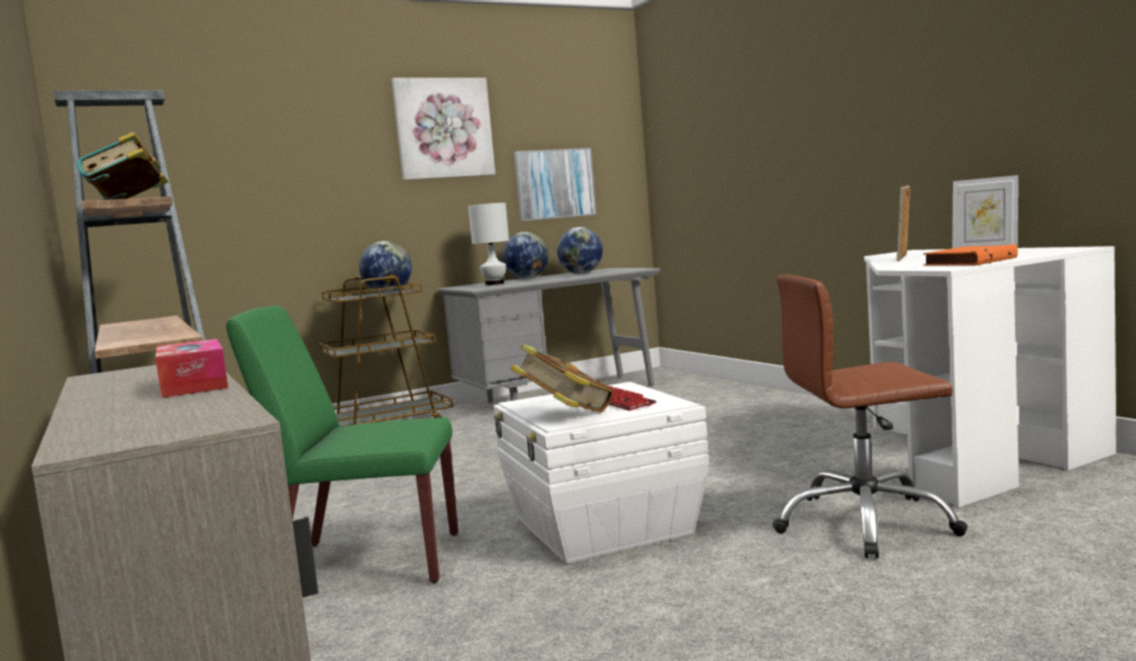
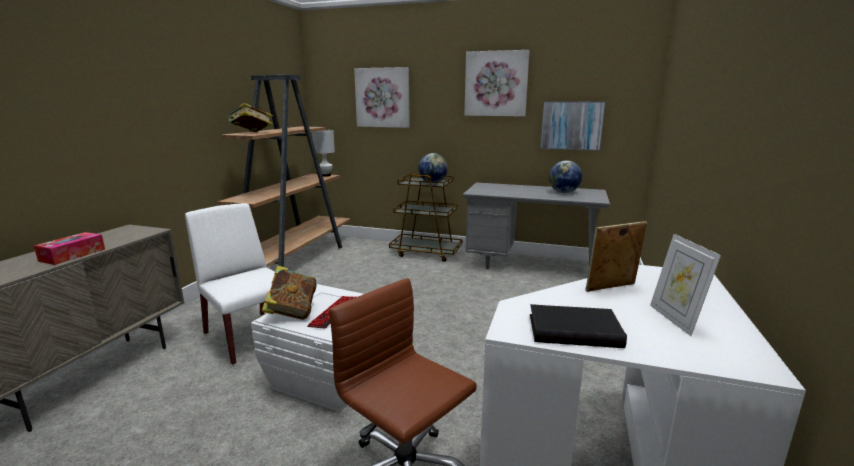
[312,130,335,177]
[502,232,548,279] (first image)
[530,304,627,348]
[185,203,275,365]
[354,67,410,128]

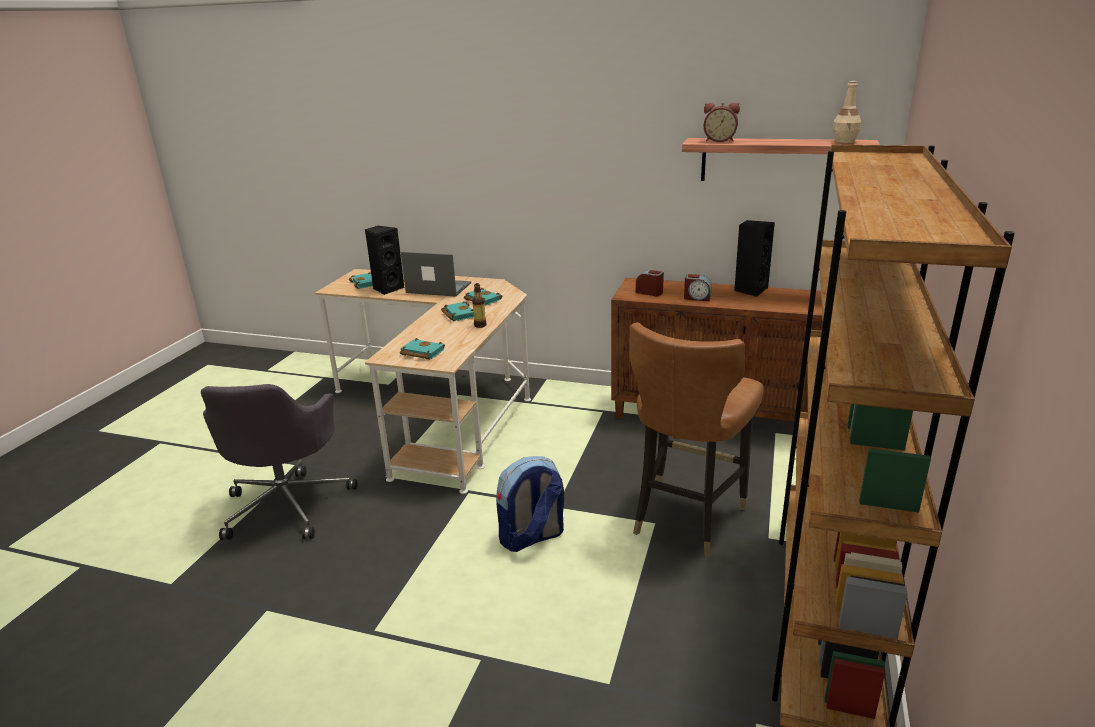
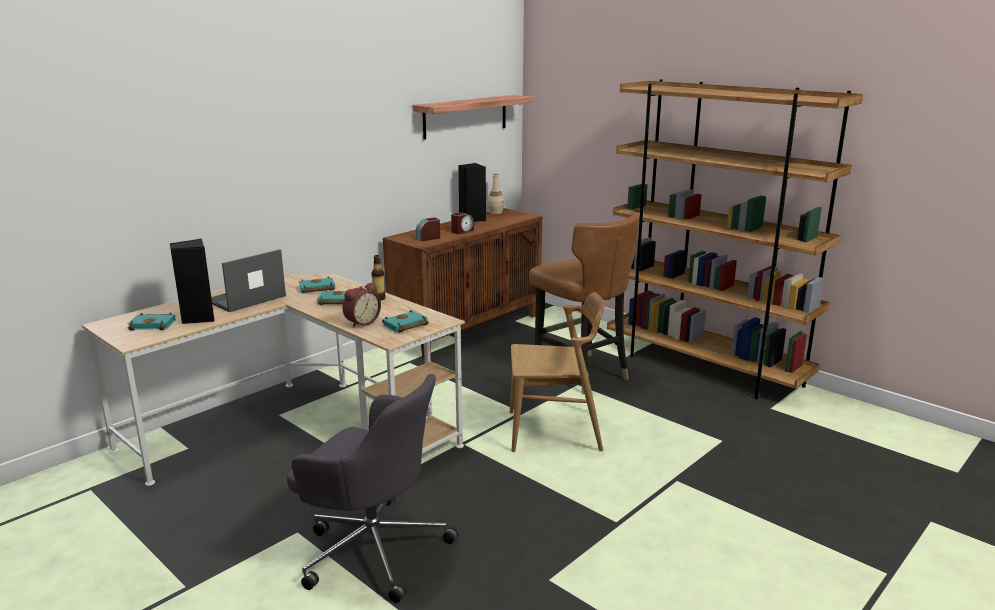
[487,173,505,214]
[342,282,381,328]
[510,292,604,452]

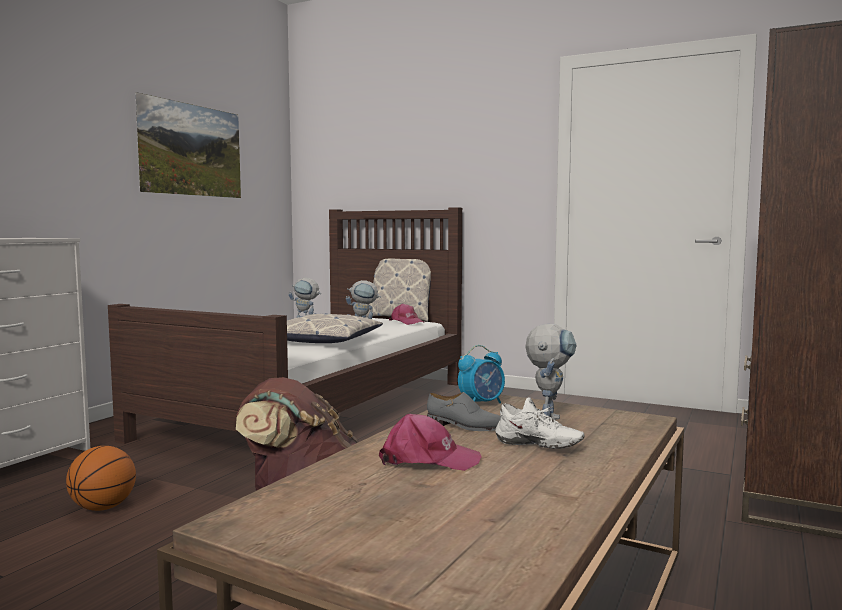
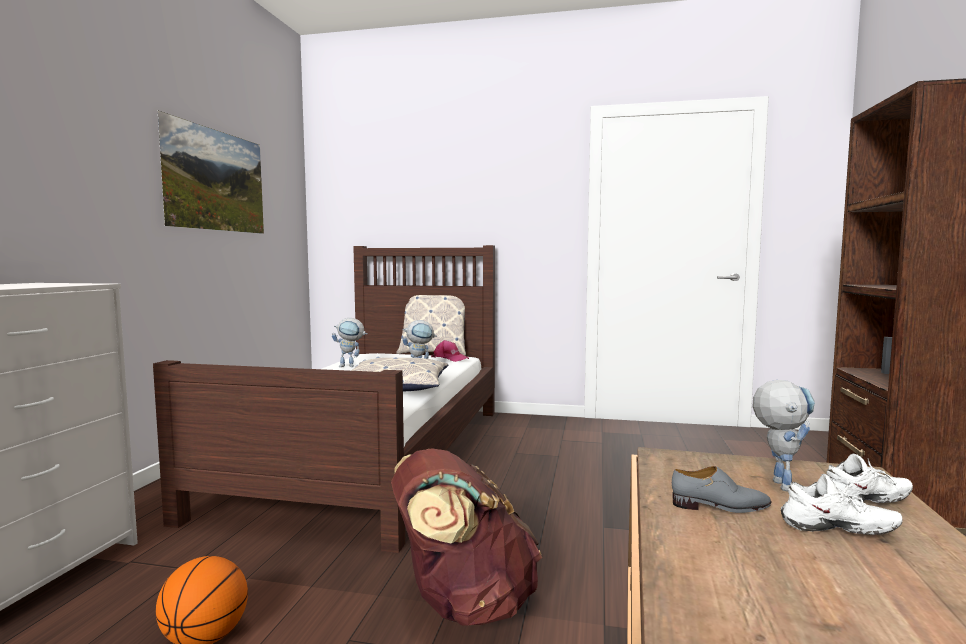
[458,345,505,403] (first image)
[379,414,482,471] (first image)
[827,454,913,503]

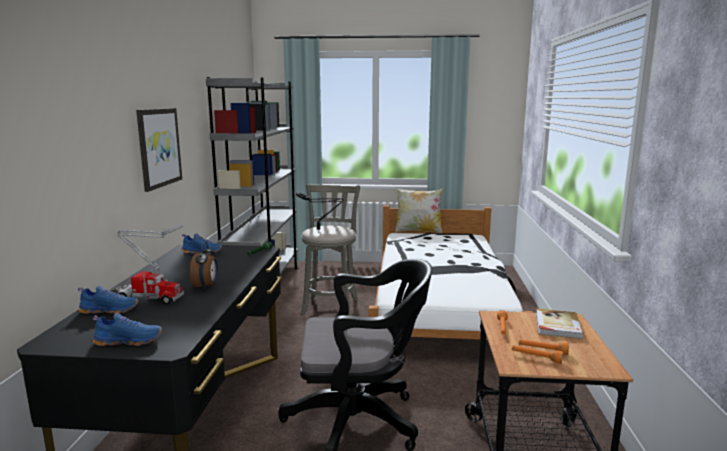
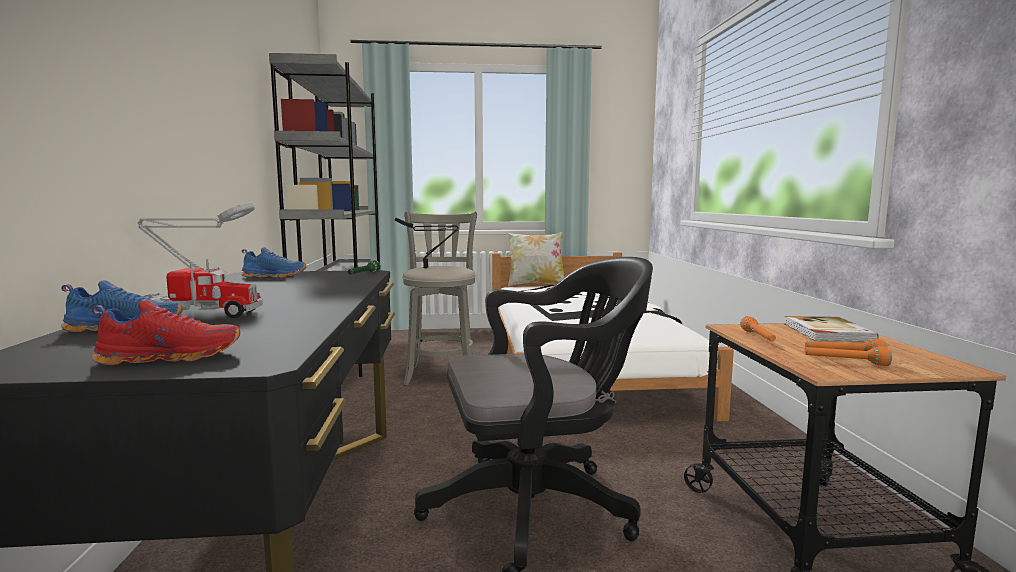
[136,108,182,192] (first image)
[190,242,218,290] (first image)
[92,300,240,365]

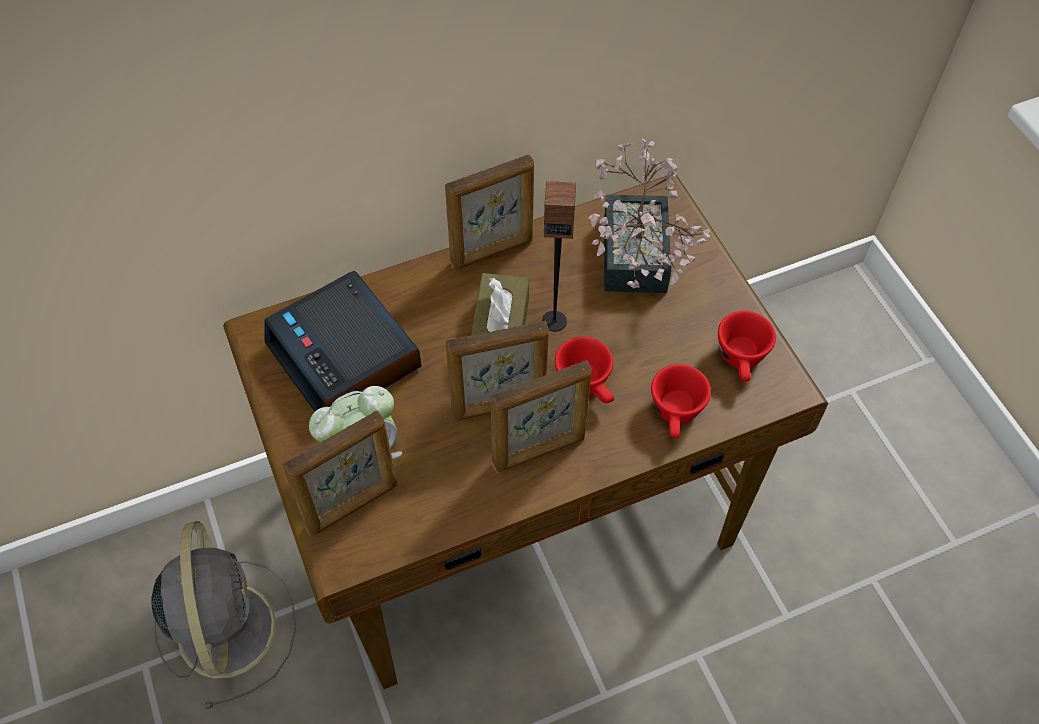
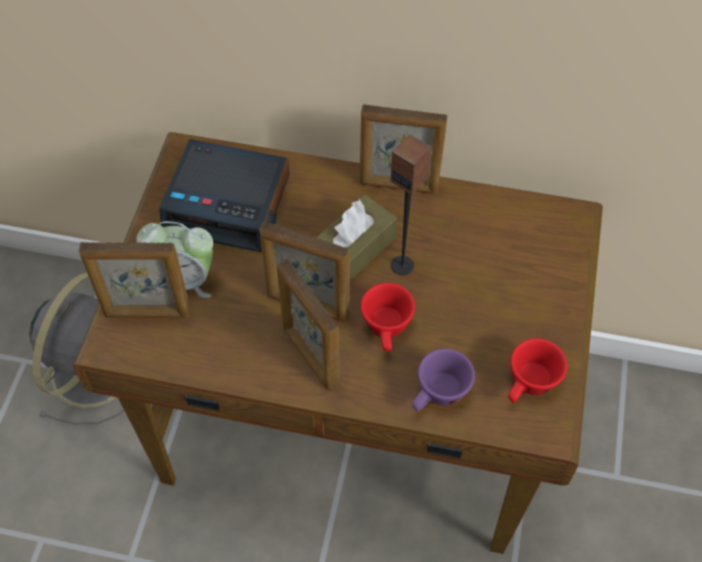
[588,138,710,293] (first image)
[159,139,289,253]
[277,259,340,391]
[412,349,475,411]

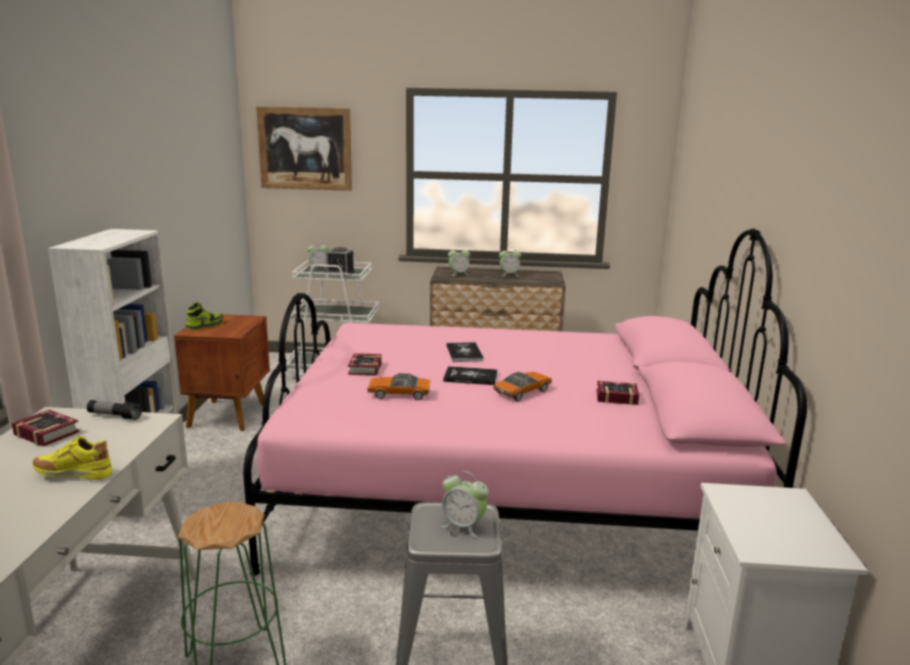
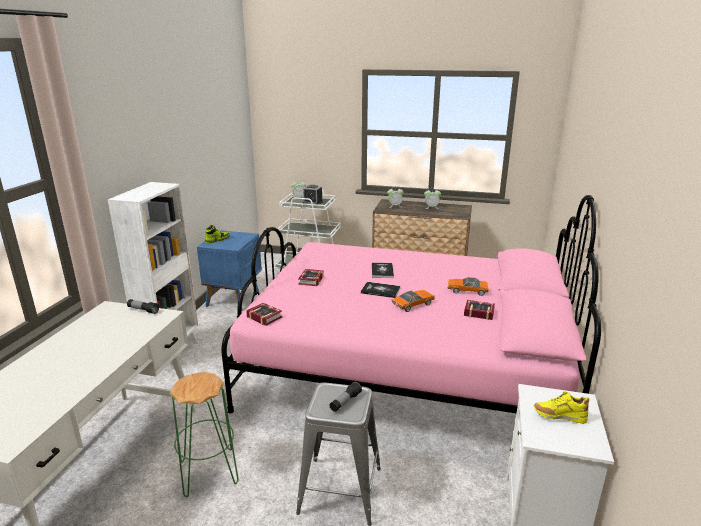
[256,106,352,191] (first image)
[197,230,262,307]
[448,277,489,296]
[246,303,282,326]
[534,391,589,424]
[329,382,362,412]

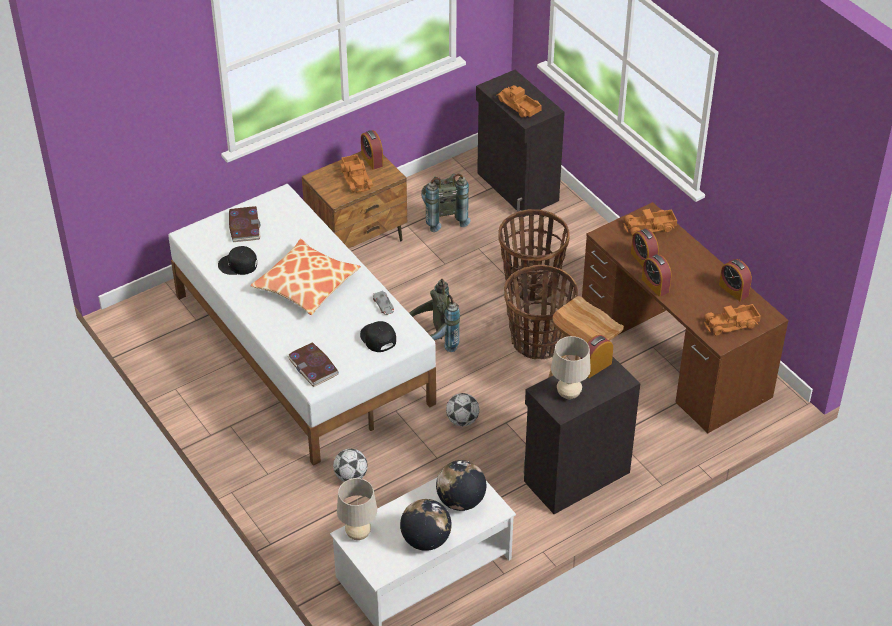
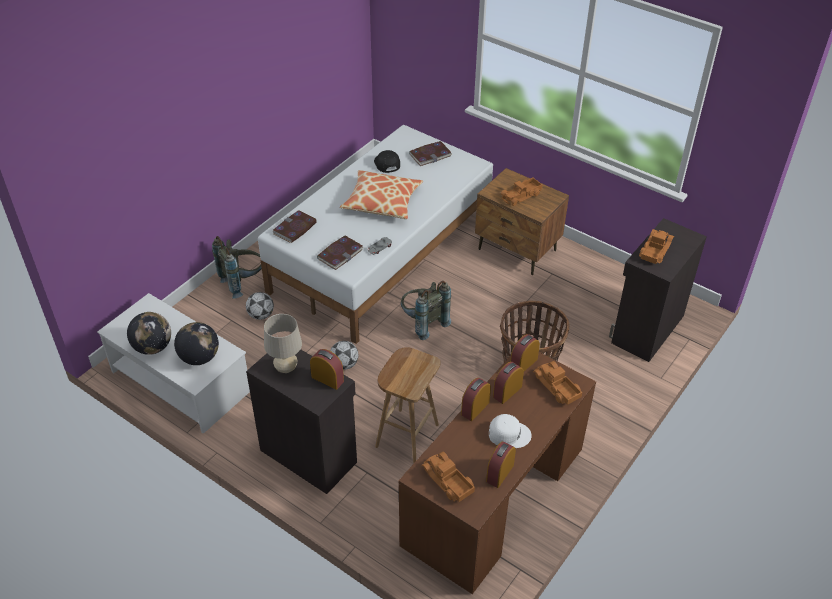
[510,334,540,371]
[212,236,262,299]
[504,265,578,359] (first image)
[317,236,363,270]
[337,478,377,540] (first image)
[489,414,532,448]

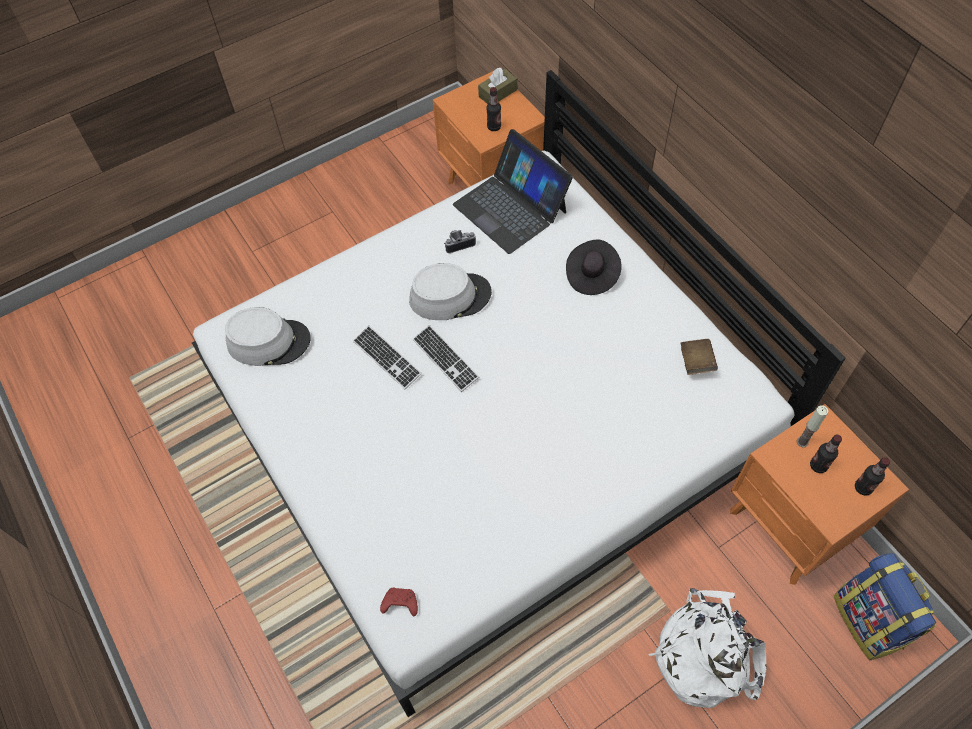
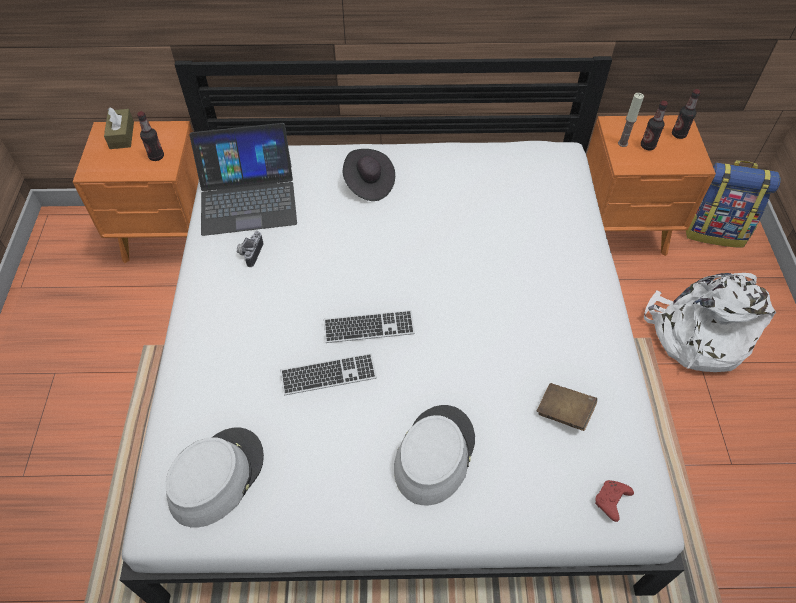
[394,405,475,506]
[537,383,597,431]

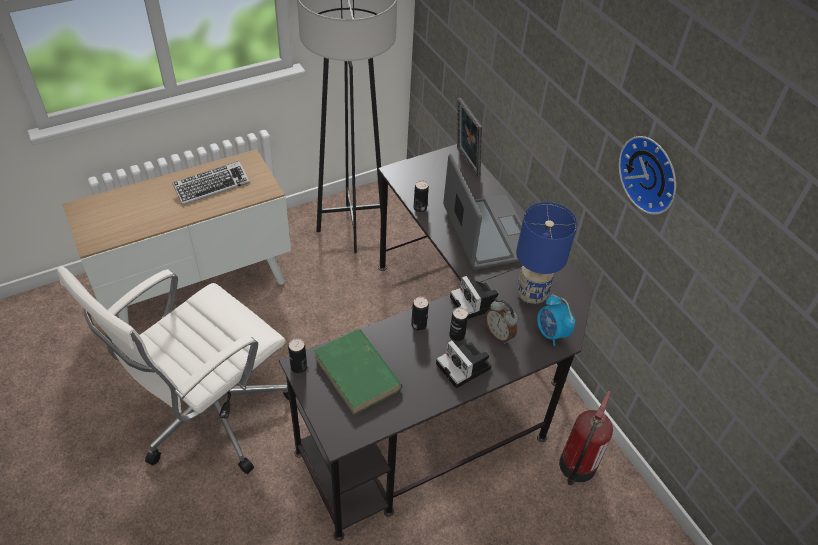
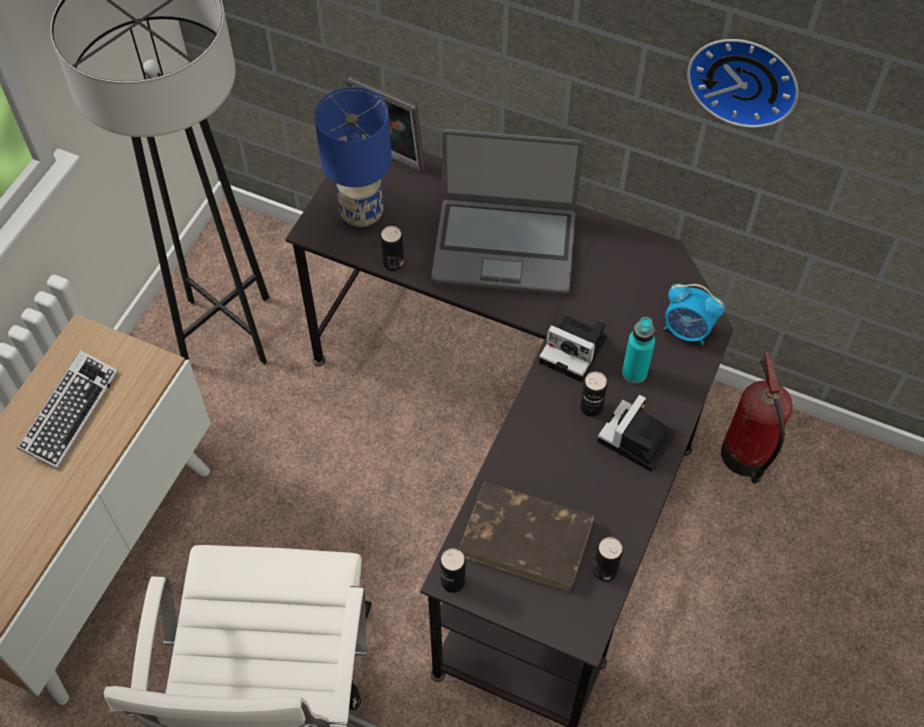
[431,129,584,295]
[314,87,392,227]
[593,537,623,582]
[622,317,655,384]
[459,482,595,592]
[597,395,676,472]

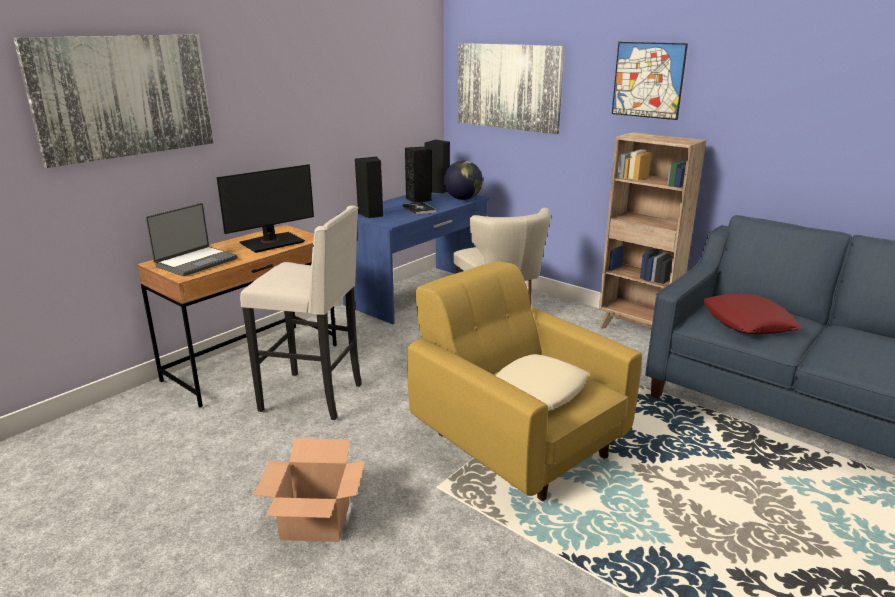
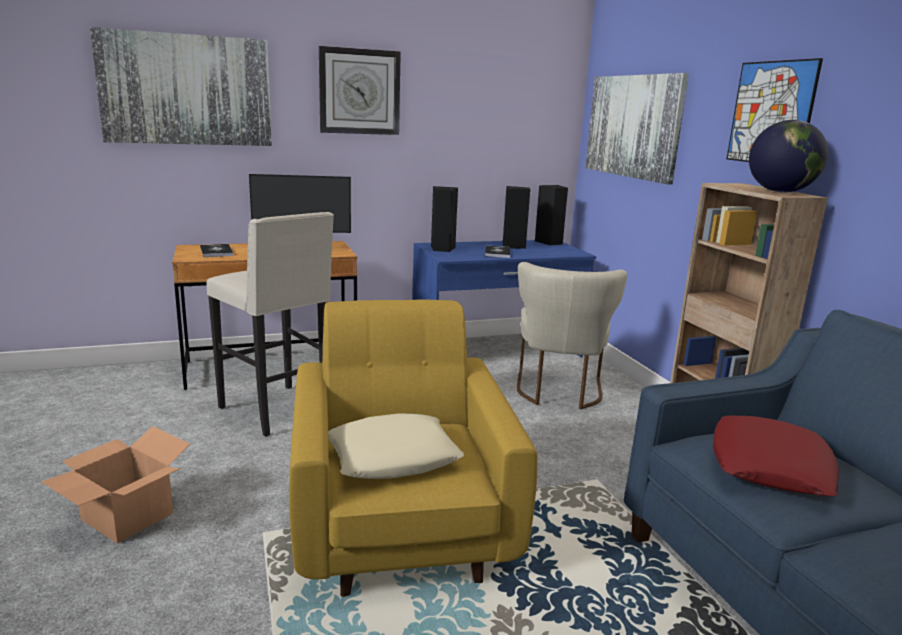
[749,120,828,193]
[200,244,233,257]
[319,46,401,135]

